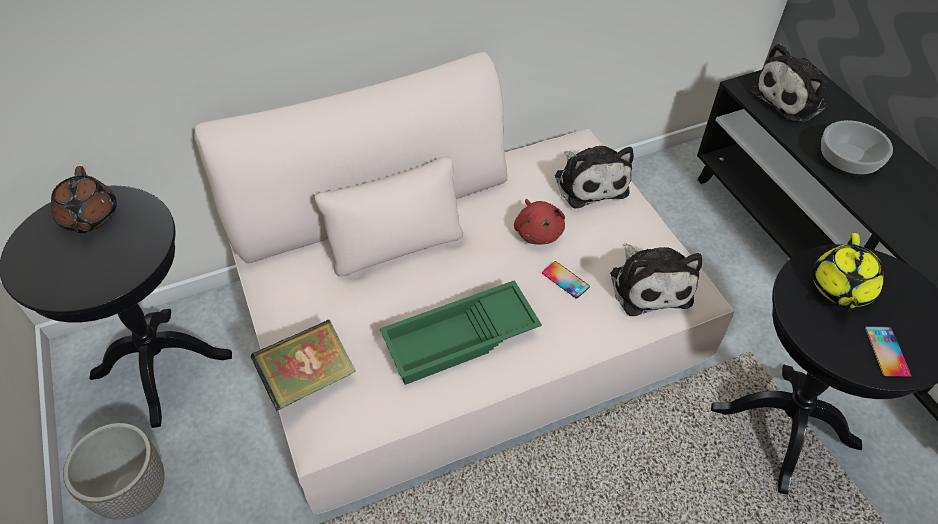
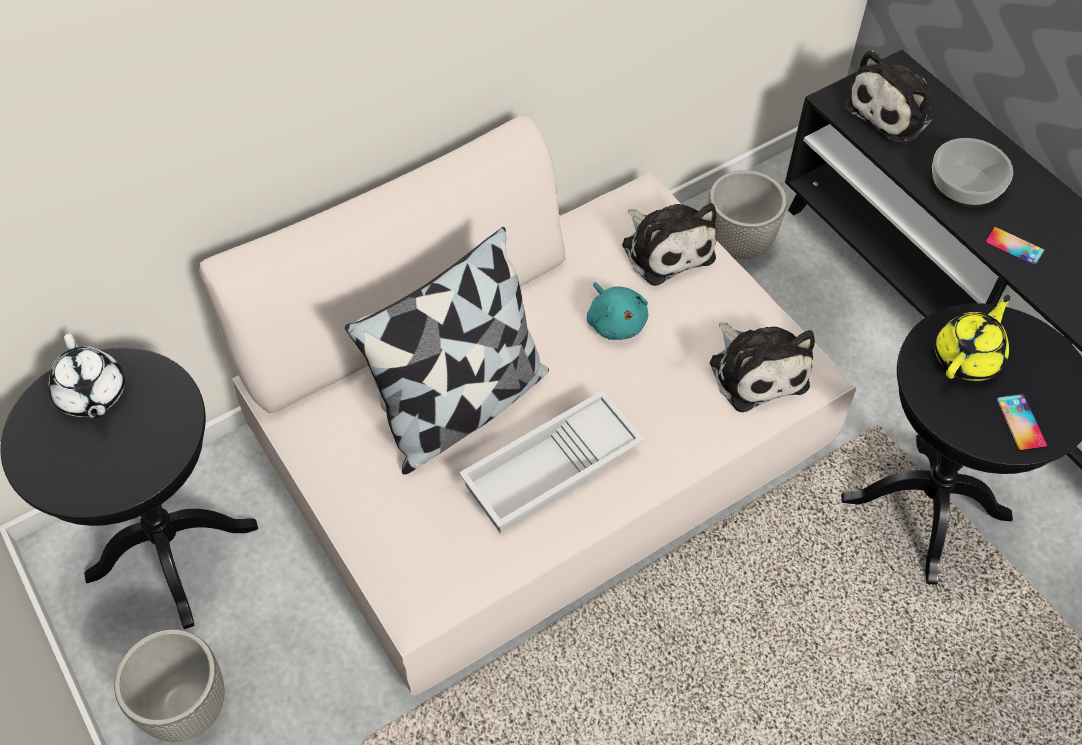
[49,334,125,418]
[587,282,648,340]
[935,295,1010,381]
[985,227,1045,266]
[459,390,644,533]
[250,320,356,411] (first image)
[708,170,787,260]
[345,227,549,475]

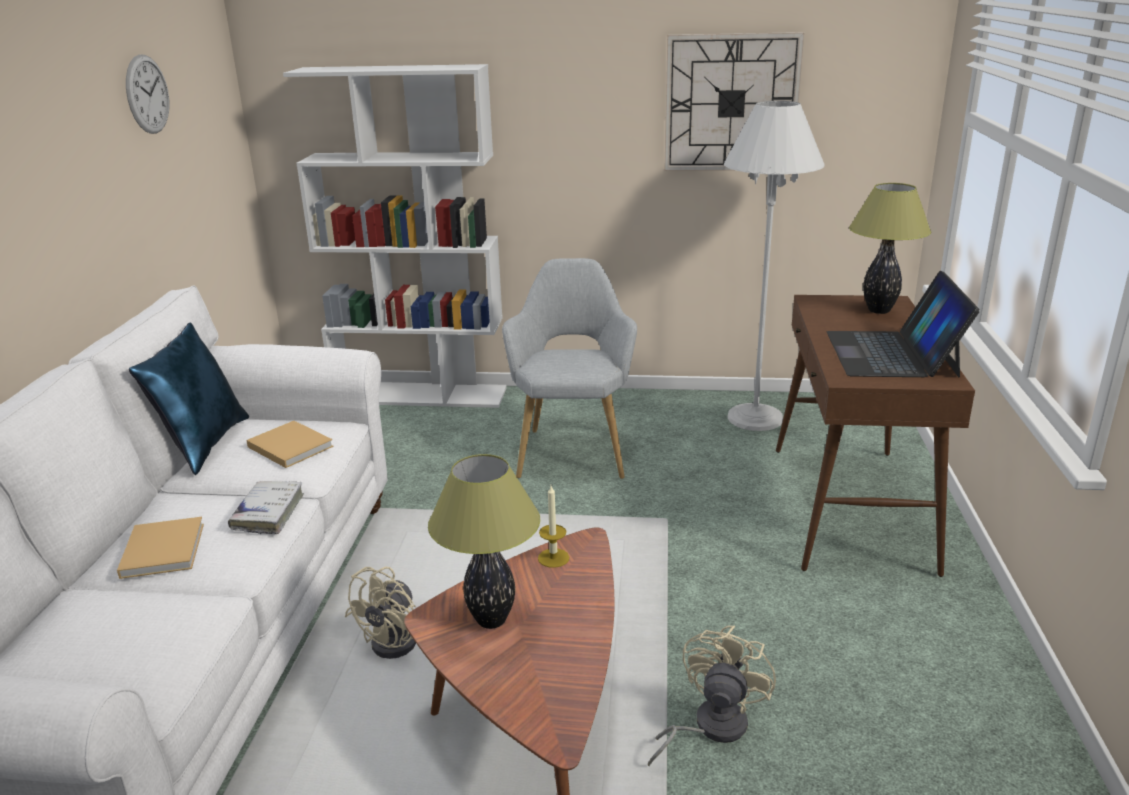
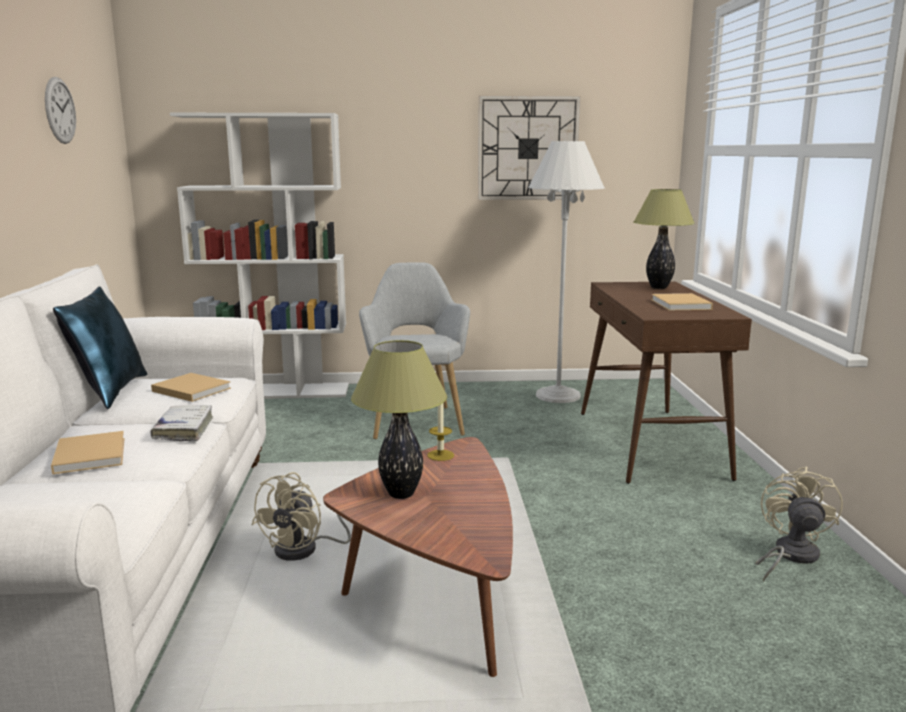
[651,293,713,310]
[755,466,843,581]

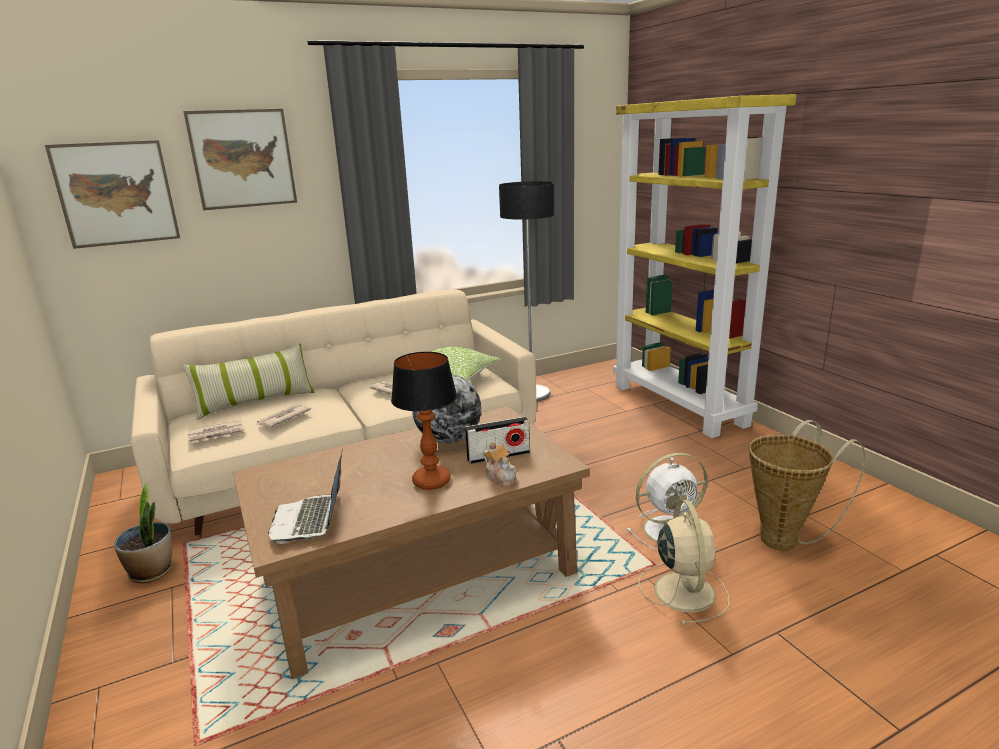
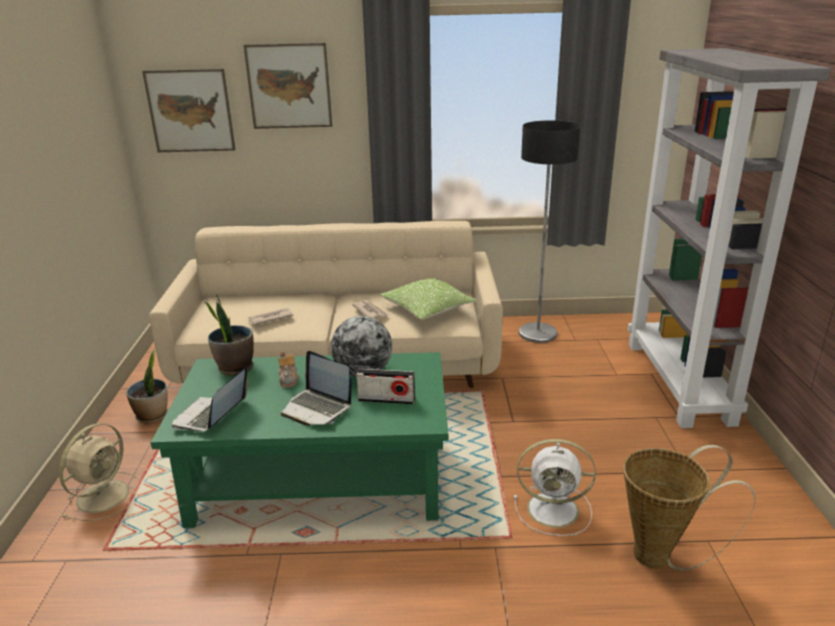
[628,48,831,428]
[183,343,315,420] (first image)
[281,351,351,426]
[150,352,448,528]
[188,420,246,443] (first image)
[278,351,299,388]
[59,423,140,521]
[205,294,254,376]

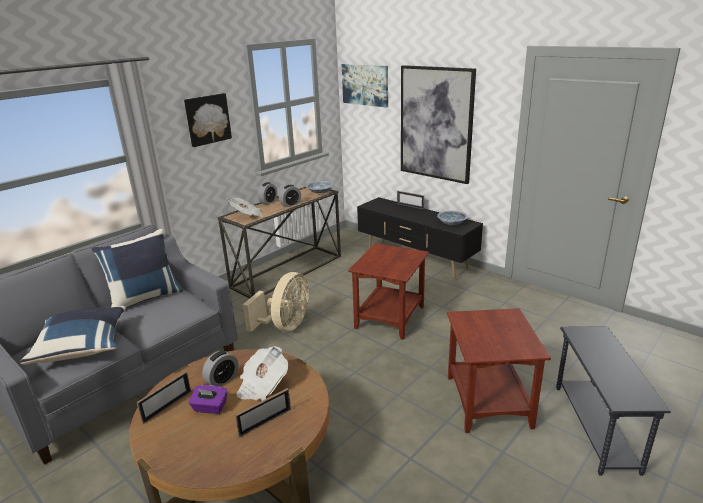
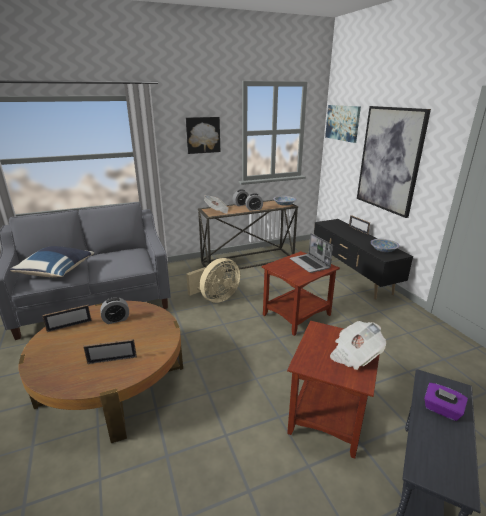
[92,229,184,308] (first image)
[330,321,386,370]
[424,383,468,421]
[289,233,333,273]

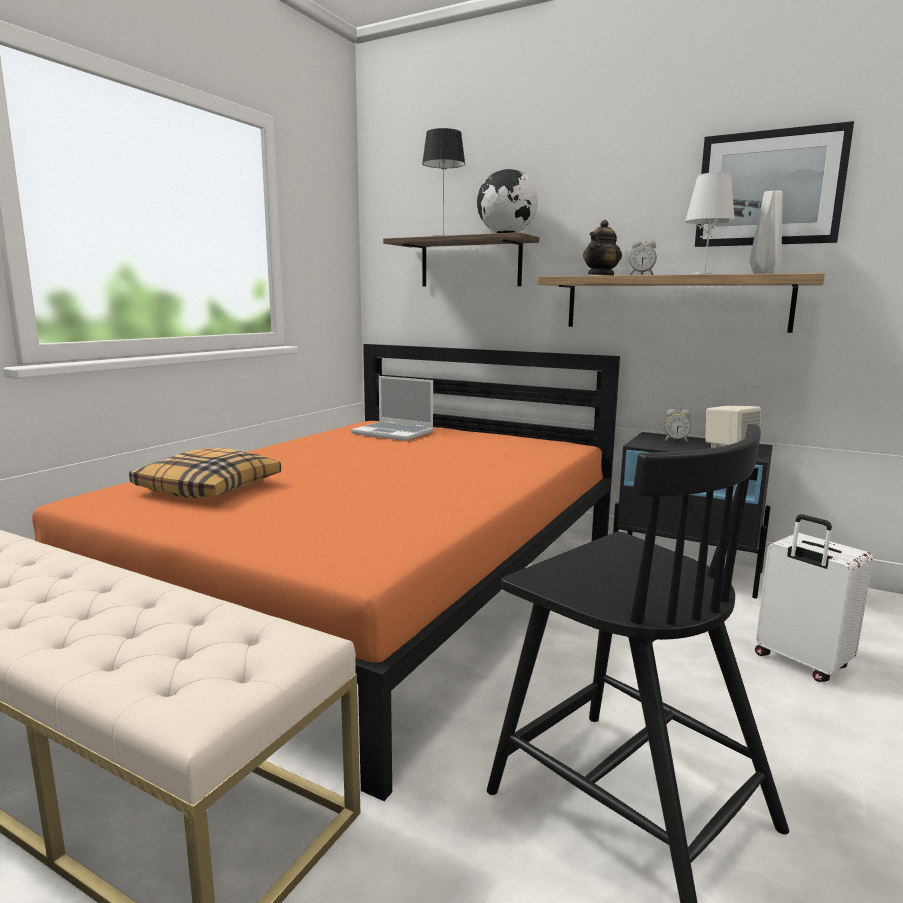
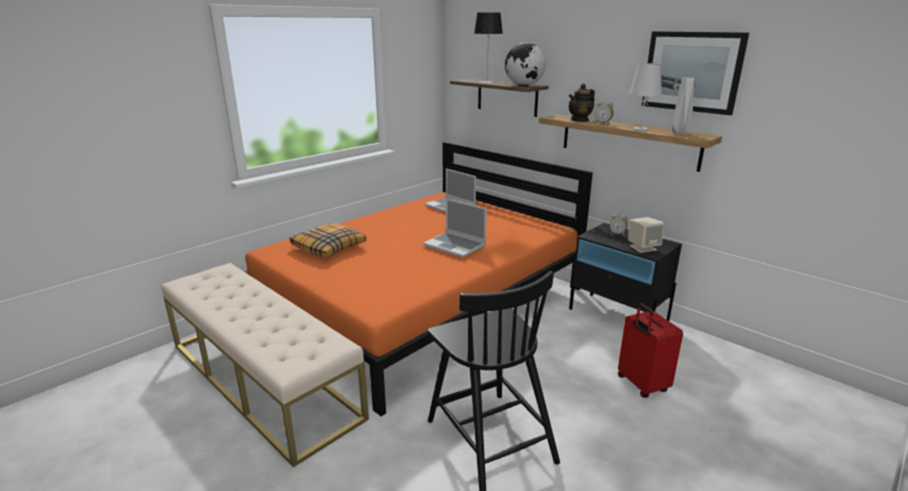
[618,303,683,398]
[423,198,487,258]

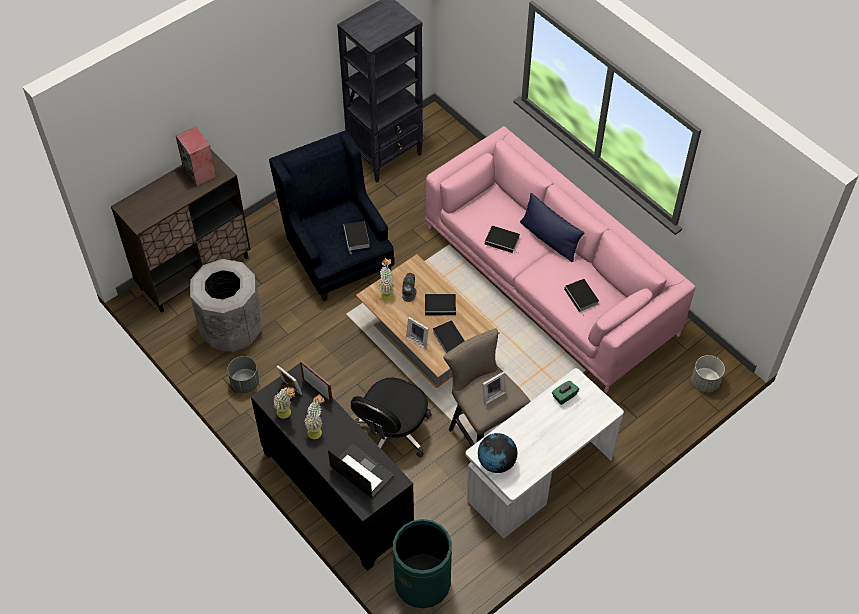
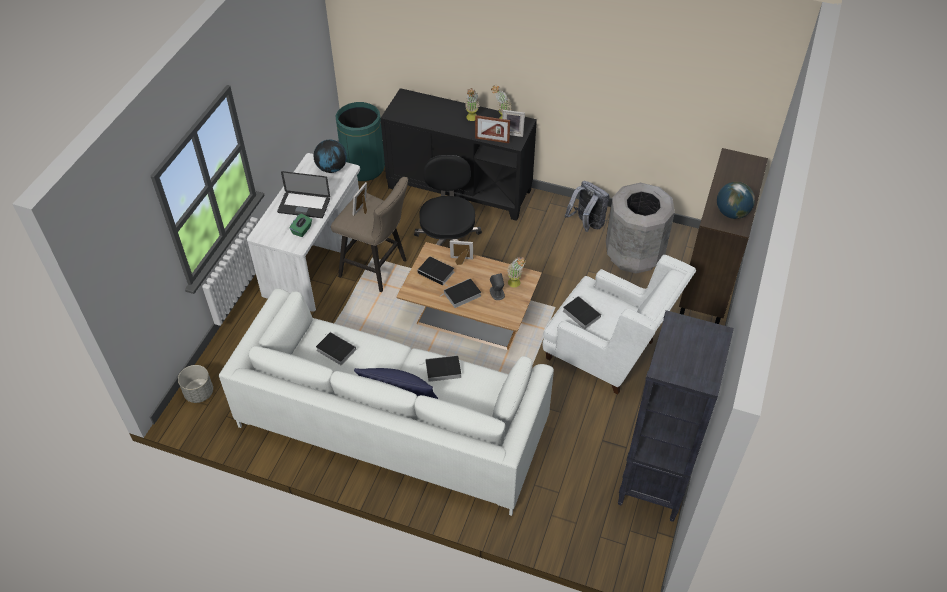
[219,288,554,516]
[717,182,755,219]
[542,255,696,394]
[565,181,610,232]
[277,171,330,218]

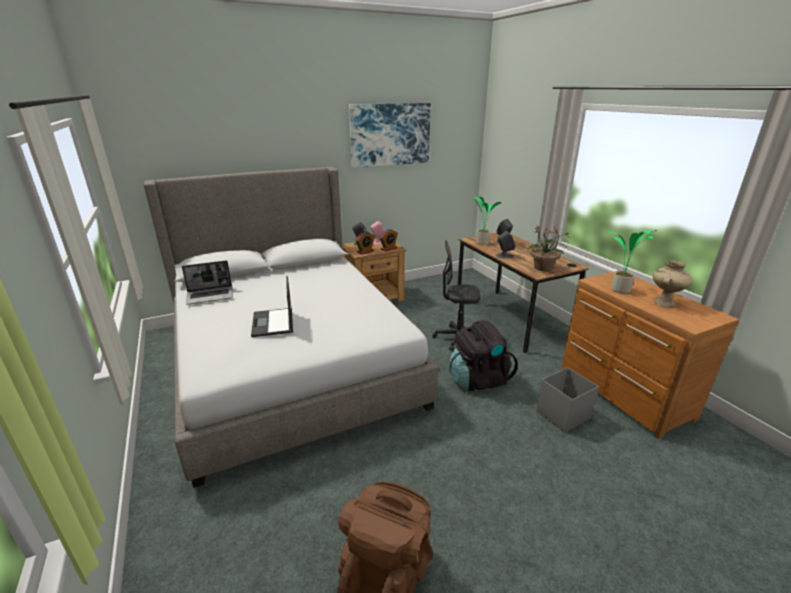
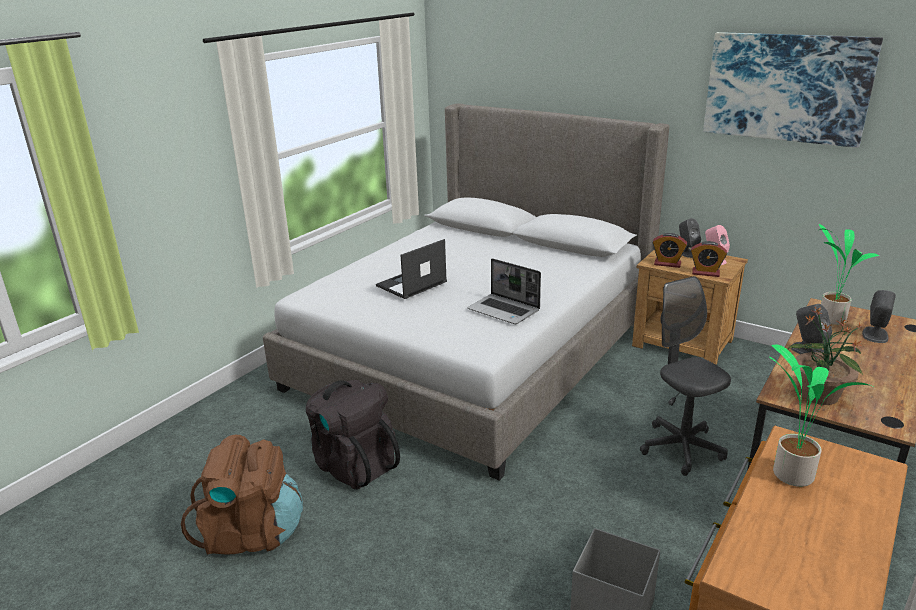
[653,260,692,307] (first image)
[467,258,541,324]
[305,380,400,489]

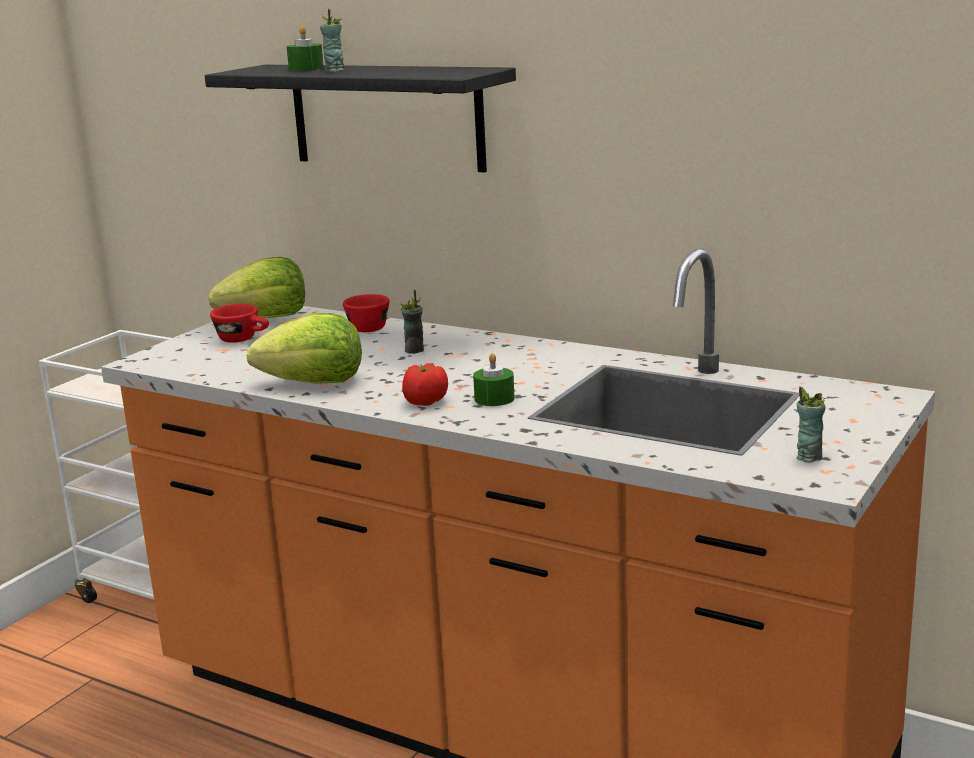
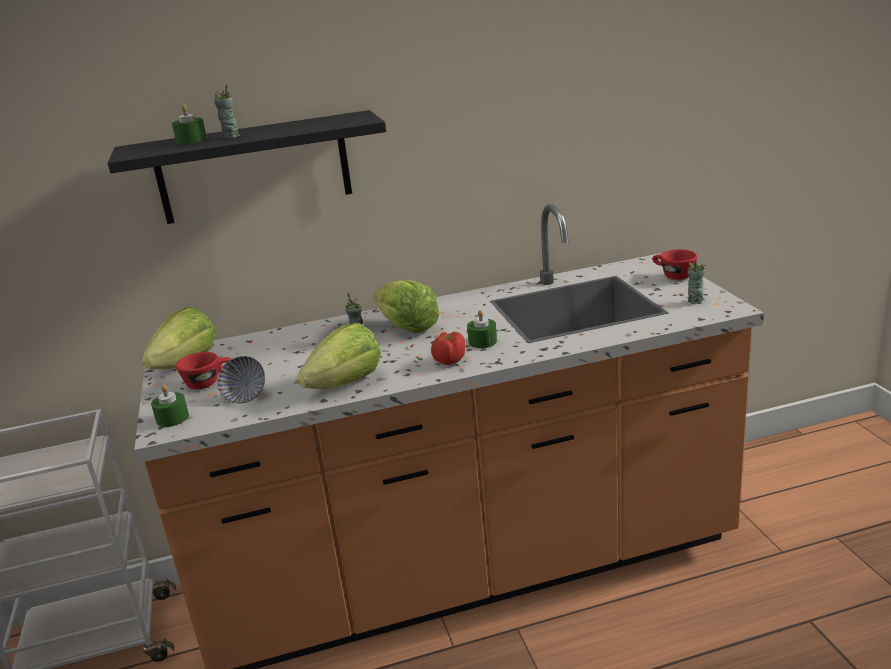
[652,249,697,280]
[373,280,439,333]
[217,356,265,403]
[151,385,189,427]

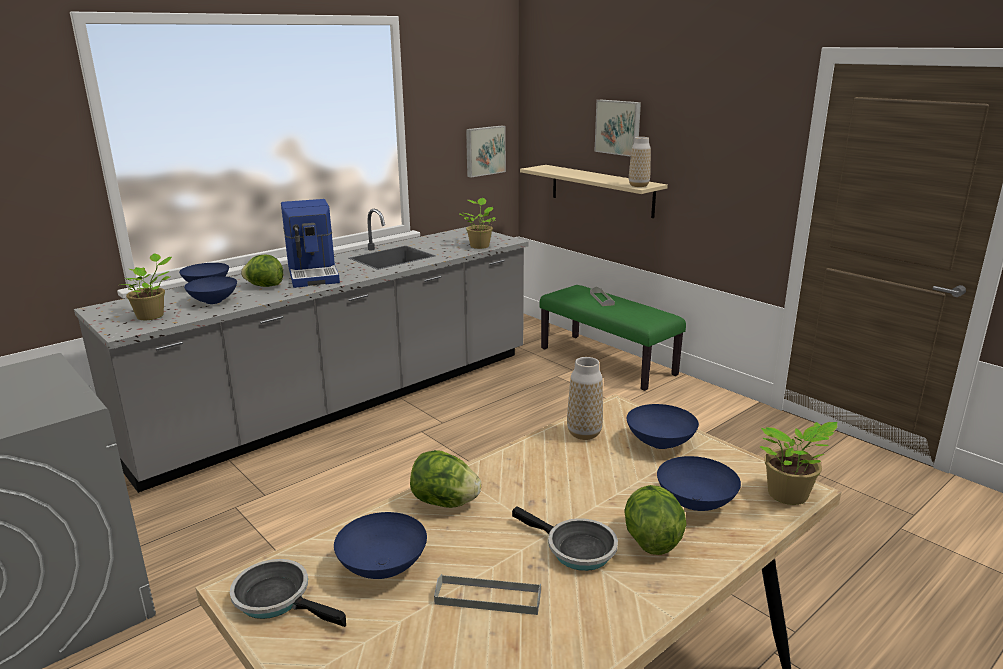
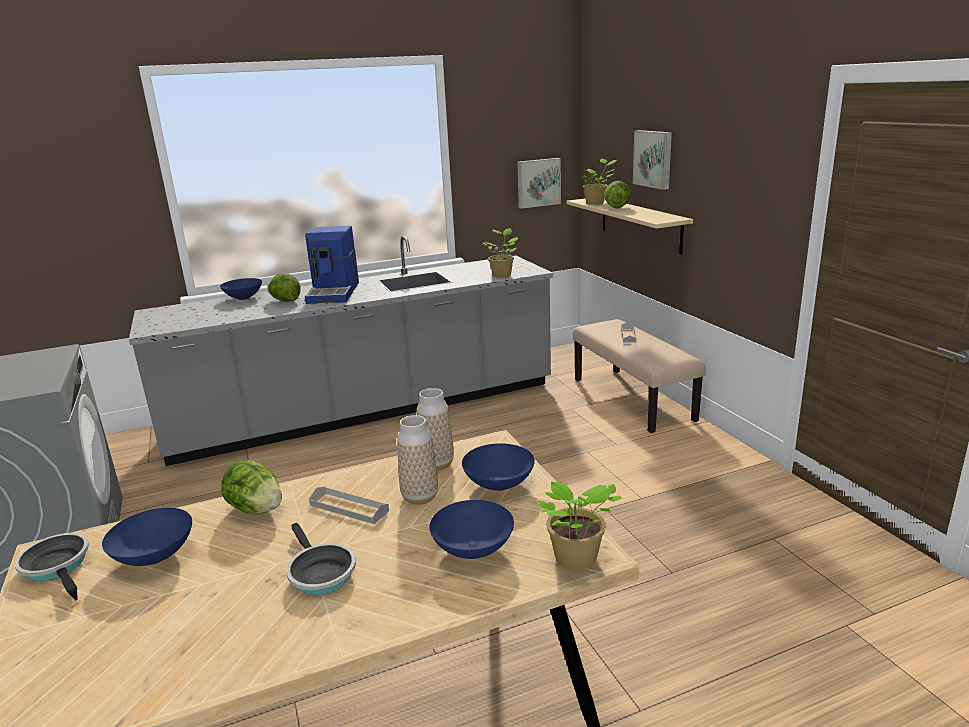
[397,415,438,505]
[580,159,616,205]
[184,276,237,304] (first image)
[573,319,706,433]
[604,181,631,208]
[309,487,389,524]

